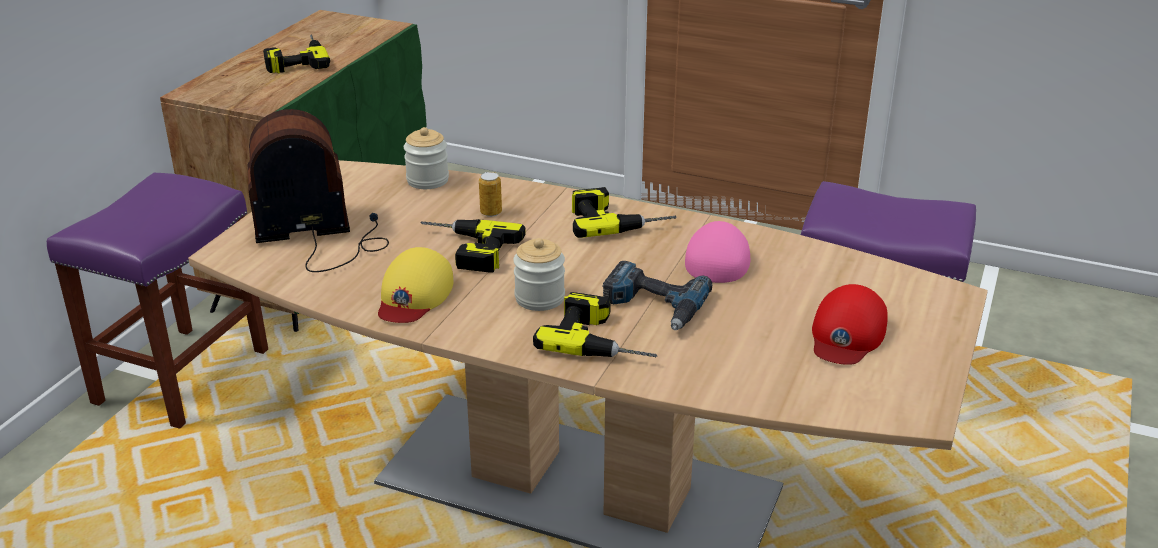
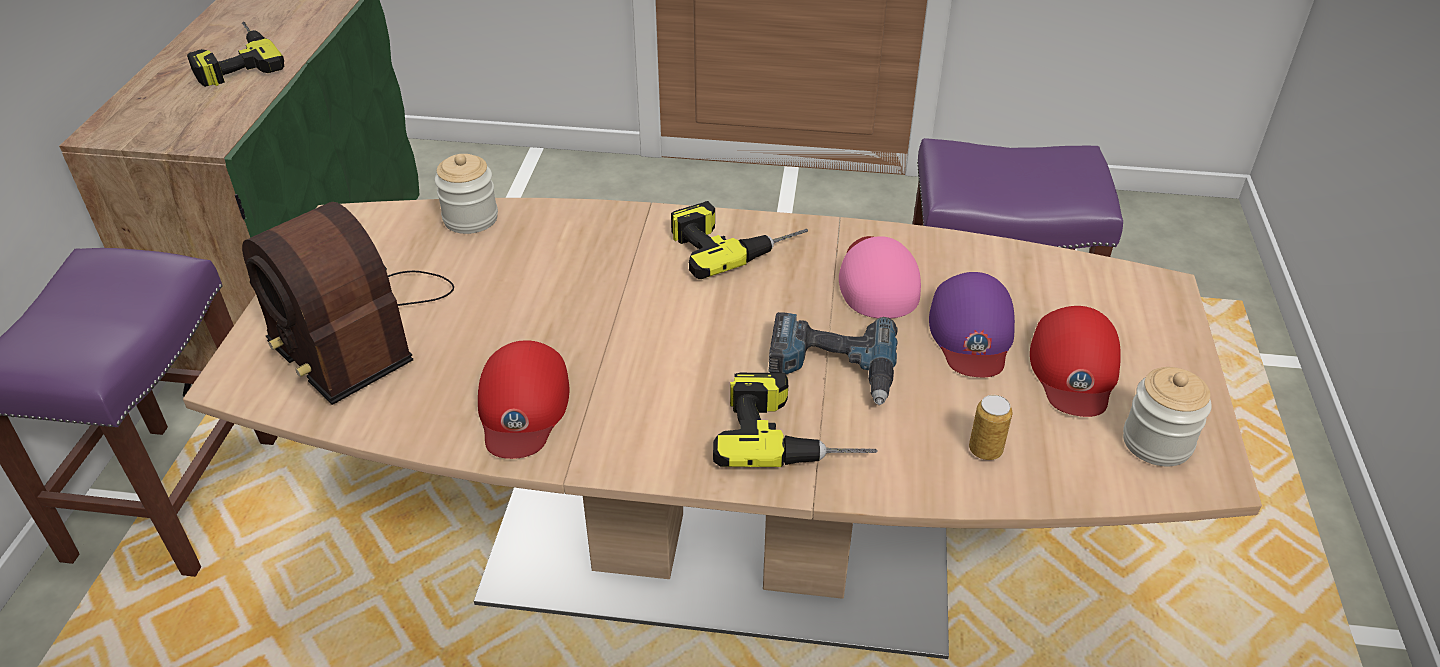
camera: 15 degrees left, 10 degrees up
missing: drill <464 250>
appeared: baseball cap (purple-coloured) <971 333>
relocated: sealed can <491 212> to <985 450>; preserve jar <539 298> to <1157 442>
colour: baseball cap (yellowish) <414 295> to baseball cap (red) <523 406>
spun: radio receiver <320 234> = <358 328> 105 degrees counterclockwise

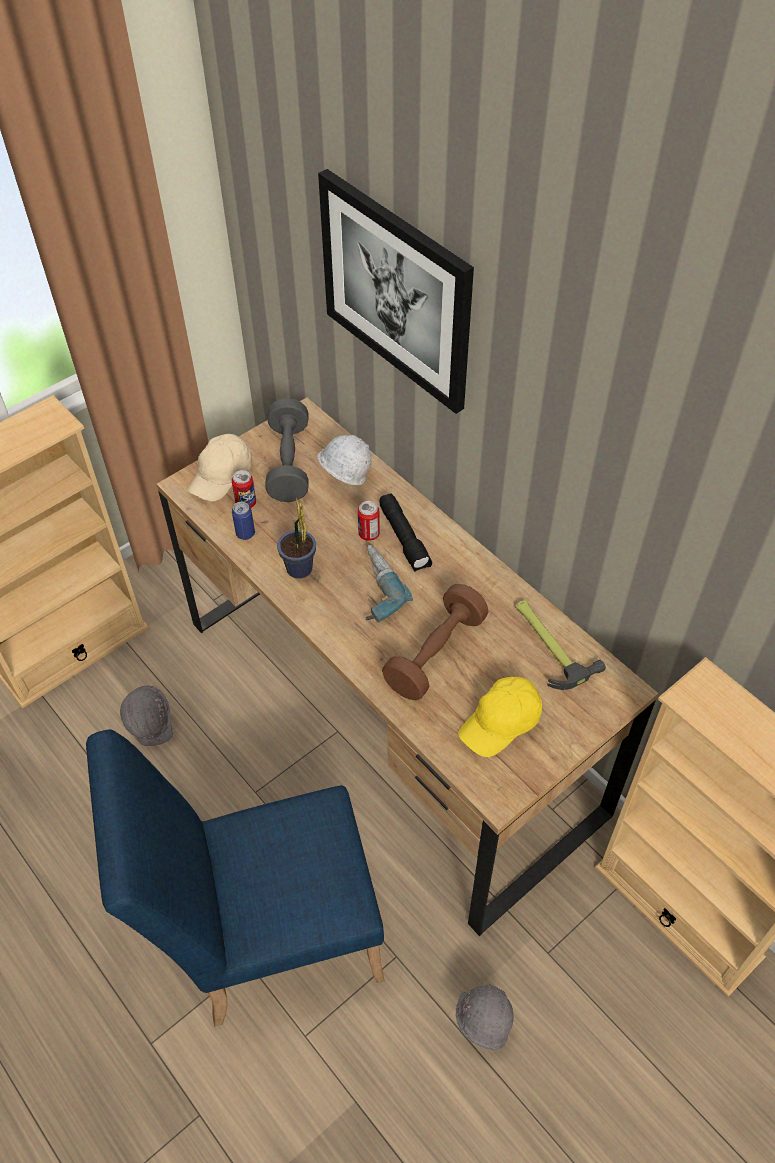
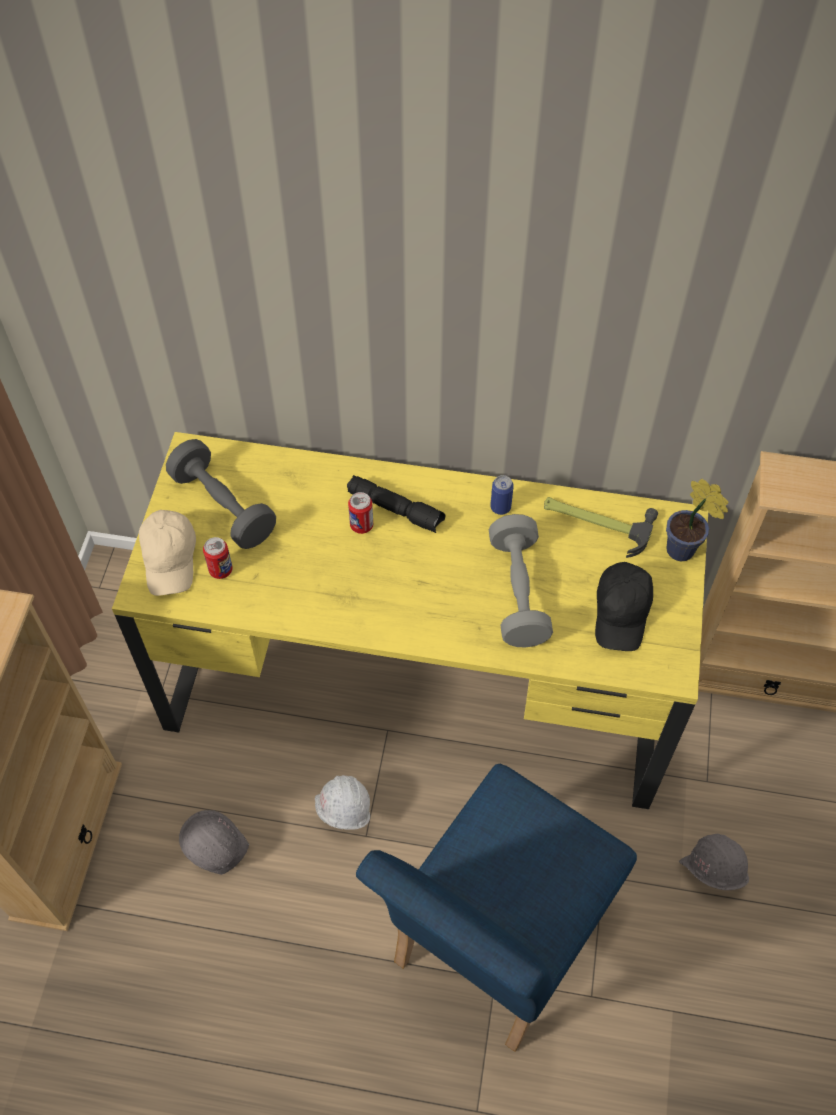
camera: 40 degrees left, 5 degrees up
missing: picture <396 290>; drill <373 589>
relocated: hard hat (white-coloured) <344 483> to <342 816>; houseplant <300 571> to <683 552>; sealed can <245 533> to <500 507>
colour: desk table (brownish) <389 714> to desk table (yellowish) <418 684>; free weight (brownish) <435 654> to free weight (grey) <518 592>; baseball cap (yellowish) <501 723> to baseball cap (black) <621 613>

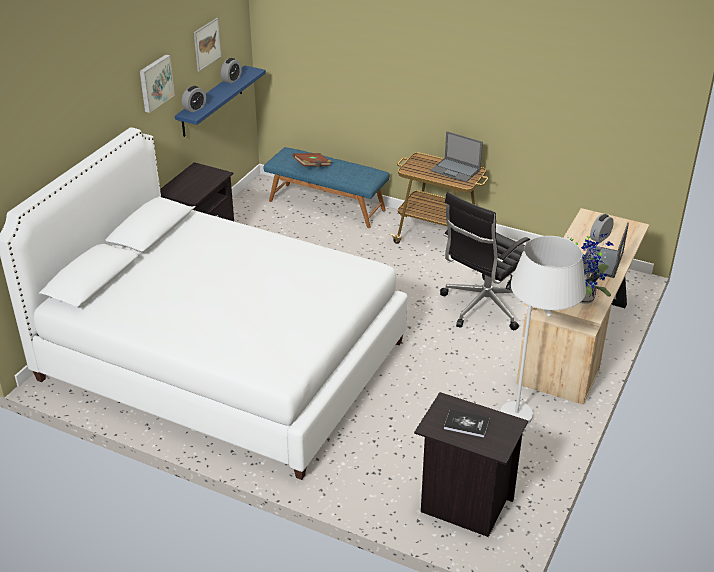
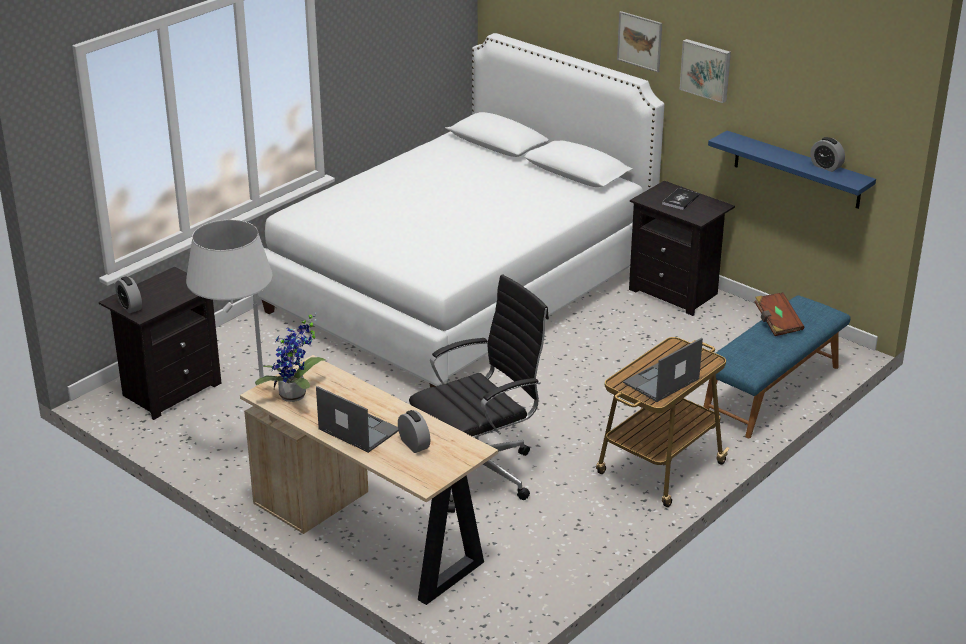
camera: 105 degrees right, 5 degrees down
relocated: picture <207 44> to <640 41>; bedside clock <194 108> to <130 307>; bound book <466 424> to <680 200>
spun: computer chair (black) <483 307> = <478 473> 90 degrees clockwise

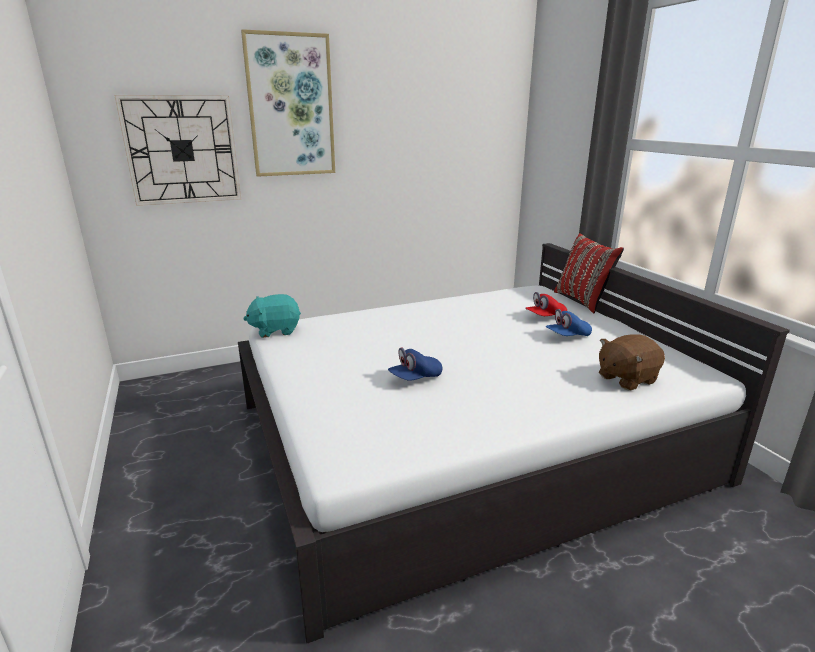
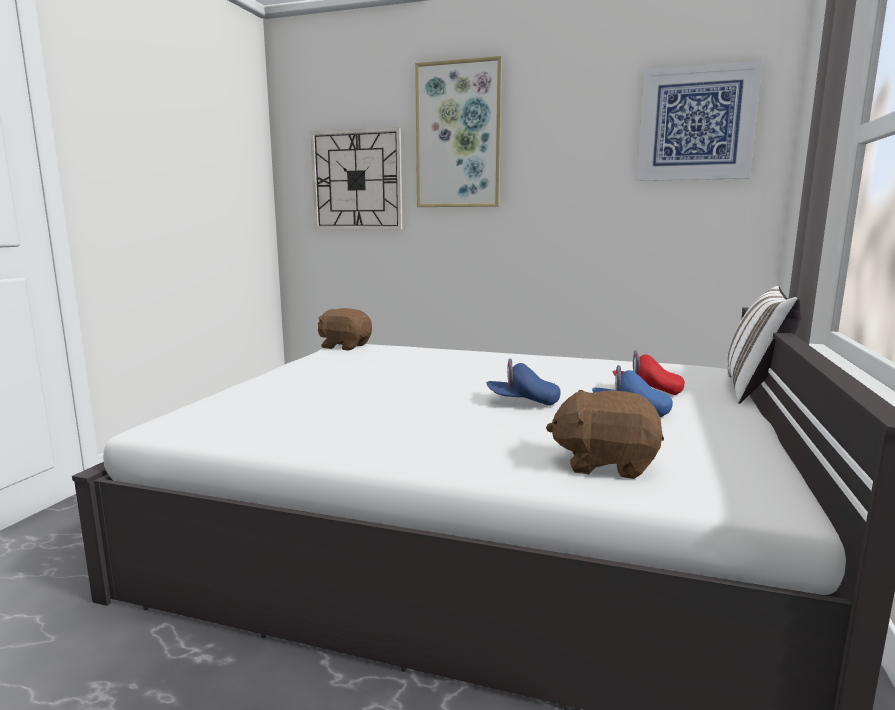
camera: 40 degrees right, 10 degrees down
appeared: picture <696 124>
relocated: baseball cap (blue-coloured) <415 378> to <522 402>
colour: cushion (red) <583 300> to cushion (white-coloured) <755 391>; plush toy (turquoise-coloured) <275 330> to plush toy (brownish) <345 346>

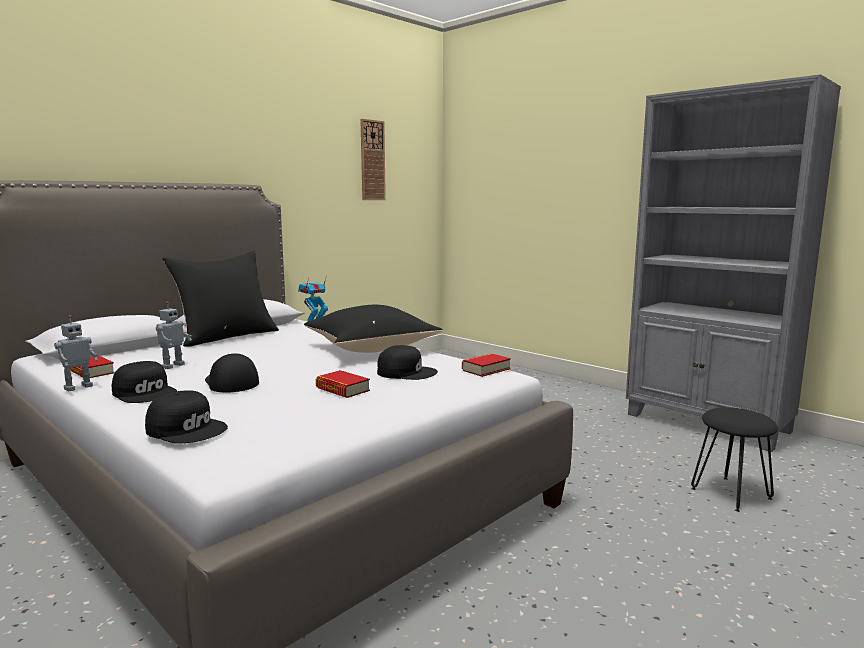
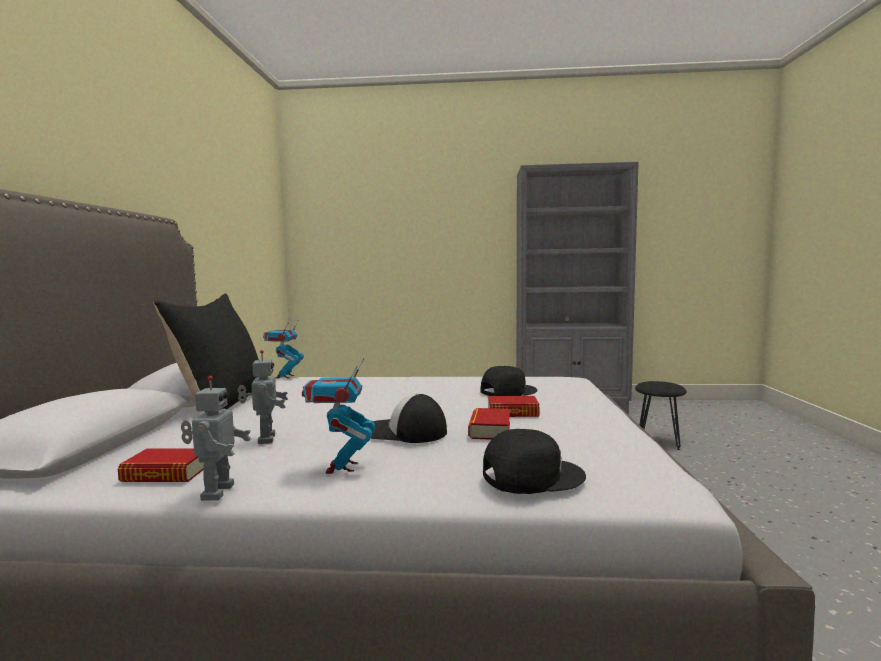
camera: 40 degrees left, 5 degrees down
missing: clock on the wall <372 160>; cushion (black) <372 349>
relocated: bound book <486 369> to <490 430>
exchanged: baseball cap (black) <145 392> to model robot <341 467>

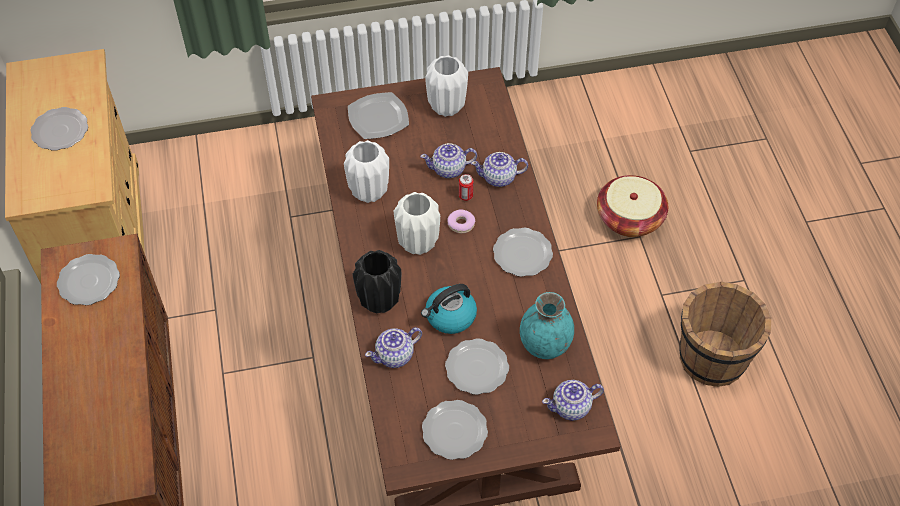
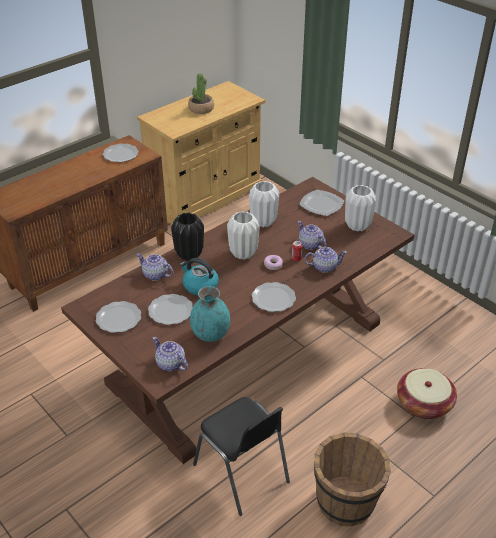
camera: 60 degrees right, 15 degrees down
appeared: chair (black) <242 474>
exchanged: flat dish <59 130> to houseplant <201 109>
spun: pot for tea <499 178> = <324 267> 120 degrees clockwise

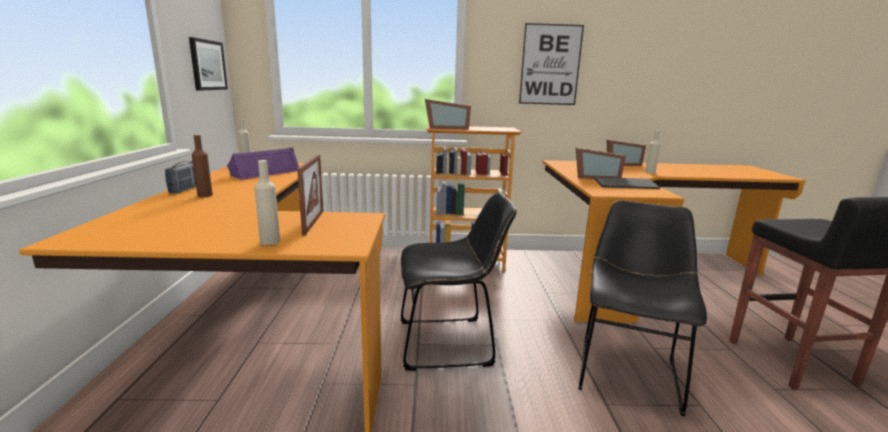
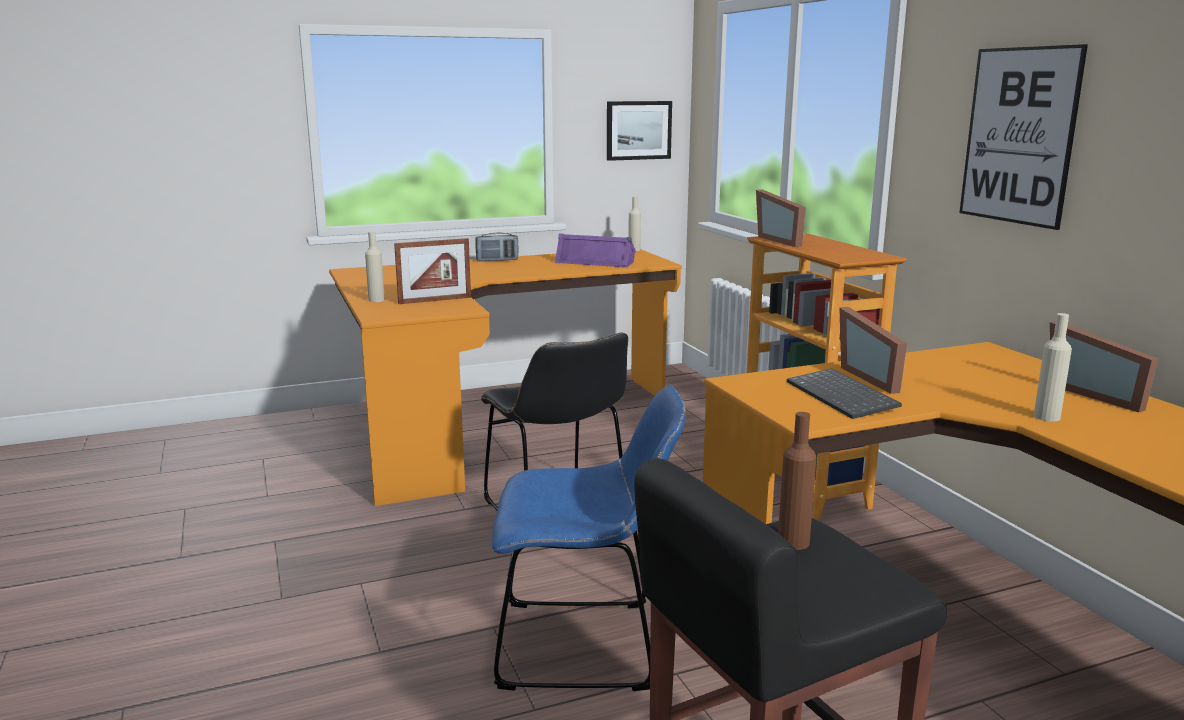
camera: 70 degrees right, 0 degrees up
relocated: beverage bottle (brownish) <205 195> to <793 542>
colour: chair (black) <628 370> to chair (blue-coloured) <587 645>

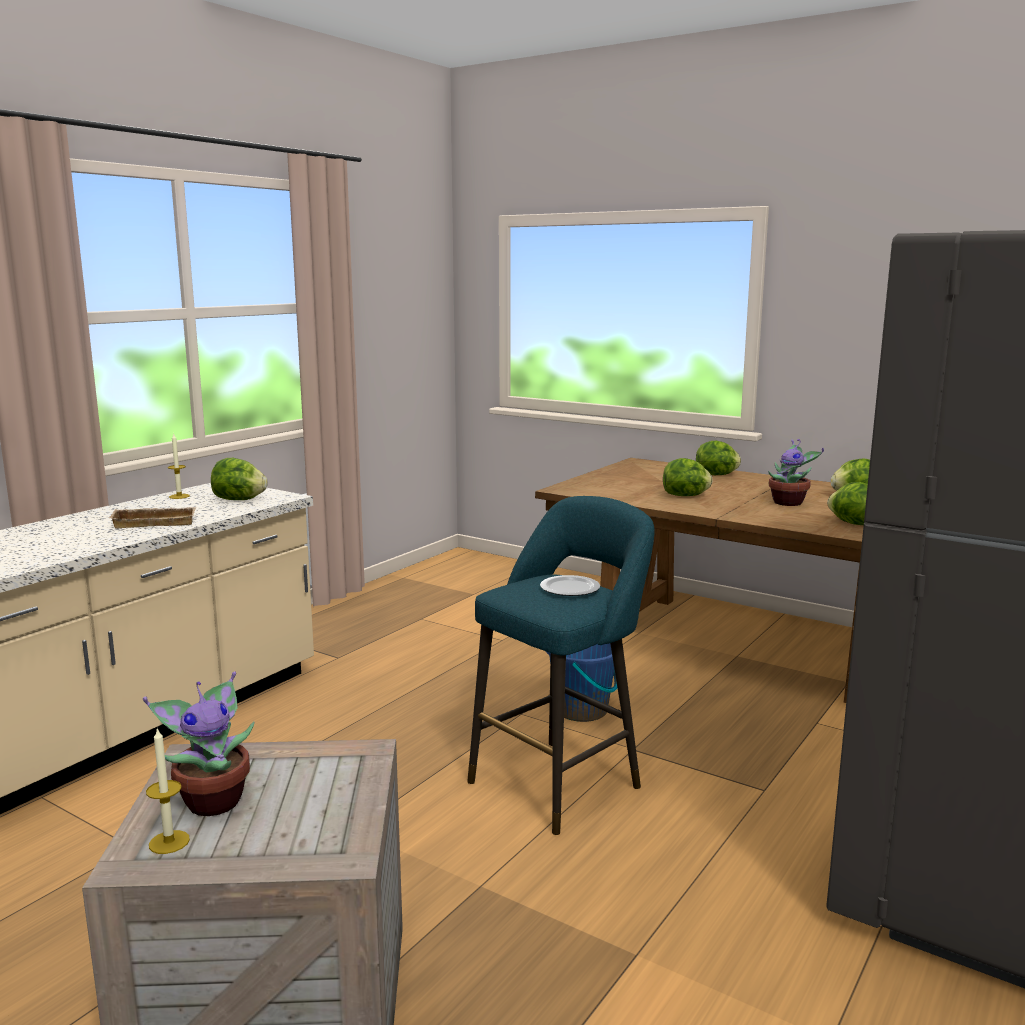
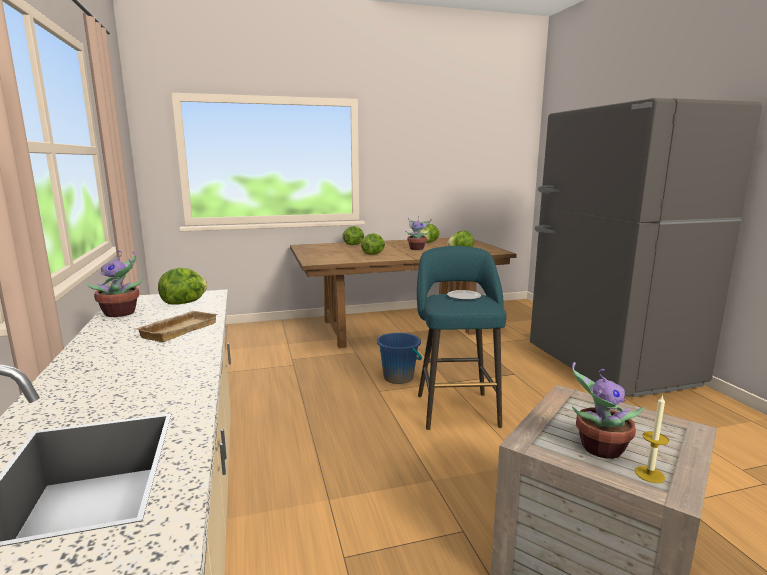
camera: 50 degrees left, 0 degrees up
exchanged: wax candle <179 496> to houseplant <122 313>

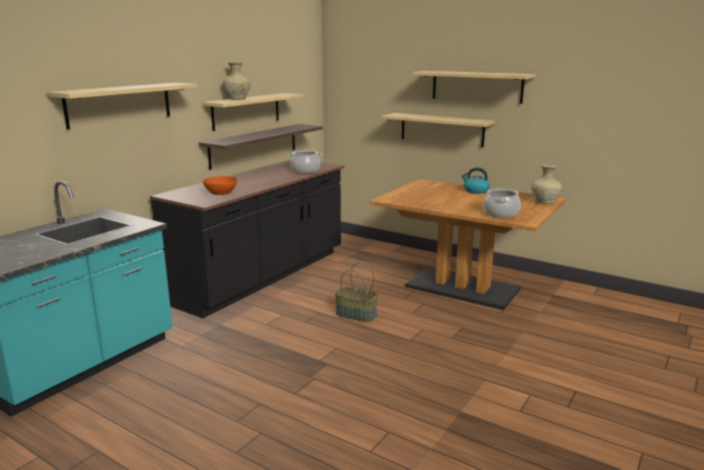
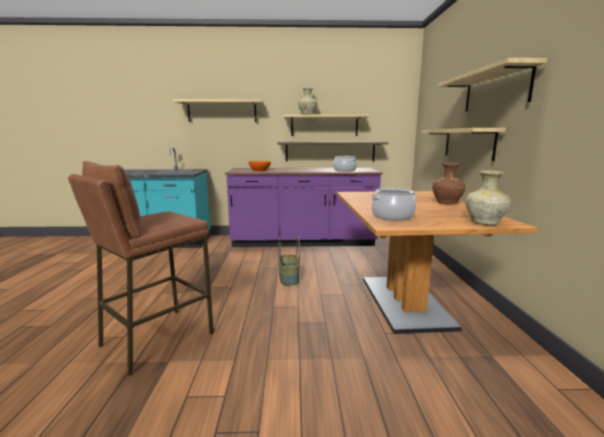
camera: 55 degrees right, 5 degrees down
appeared: stool (brownish) <156 339>
exchanged: kettle <475 191> to decorative vase (brownish) <446 203>
colour: counter (black) <262 277> to counter (purple-coloured) <303 242>

